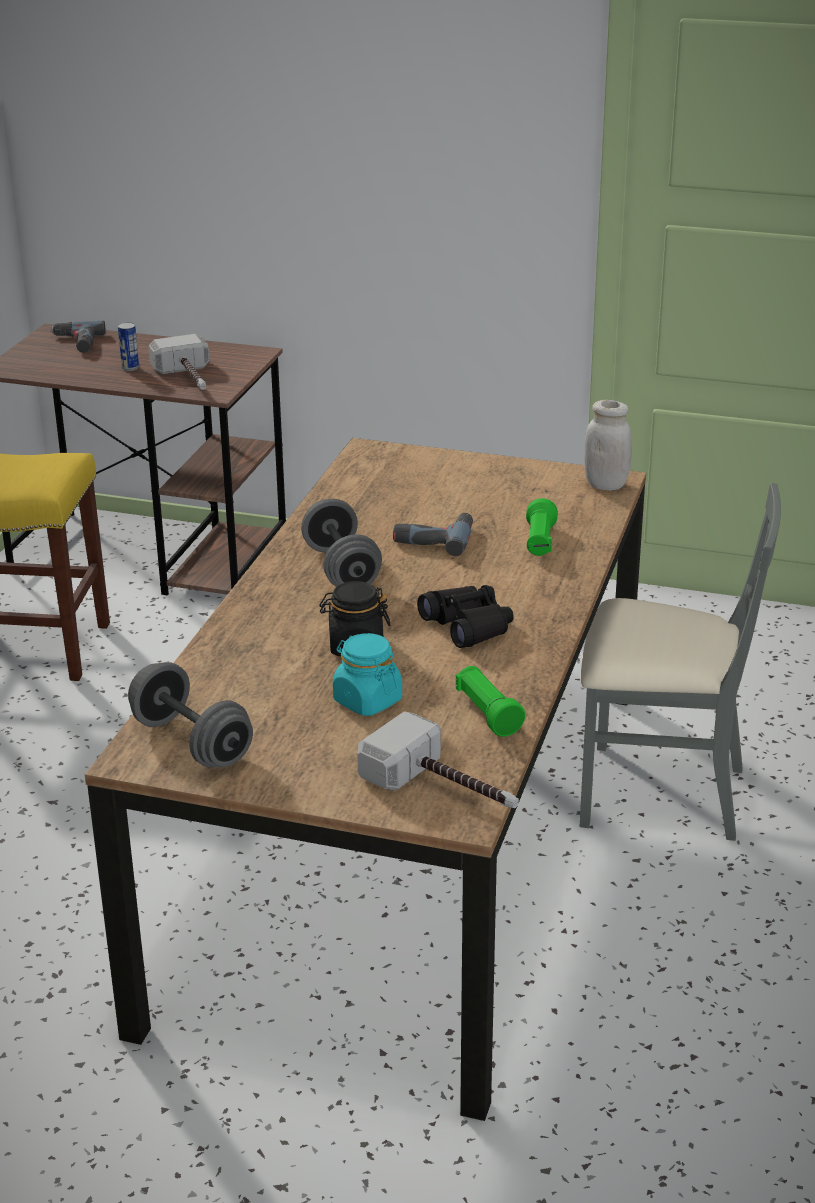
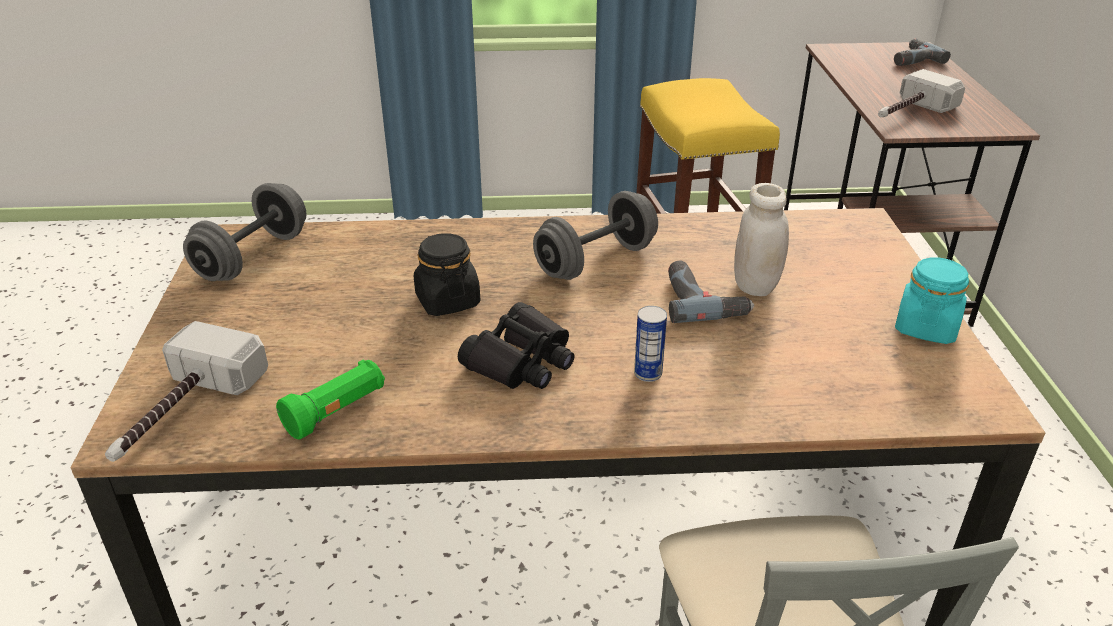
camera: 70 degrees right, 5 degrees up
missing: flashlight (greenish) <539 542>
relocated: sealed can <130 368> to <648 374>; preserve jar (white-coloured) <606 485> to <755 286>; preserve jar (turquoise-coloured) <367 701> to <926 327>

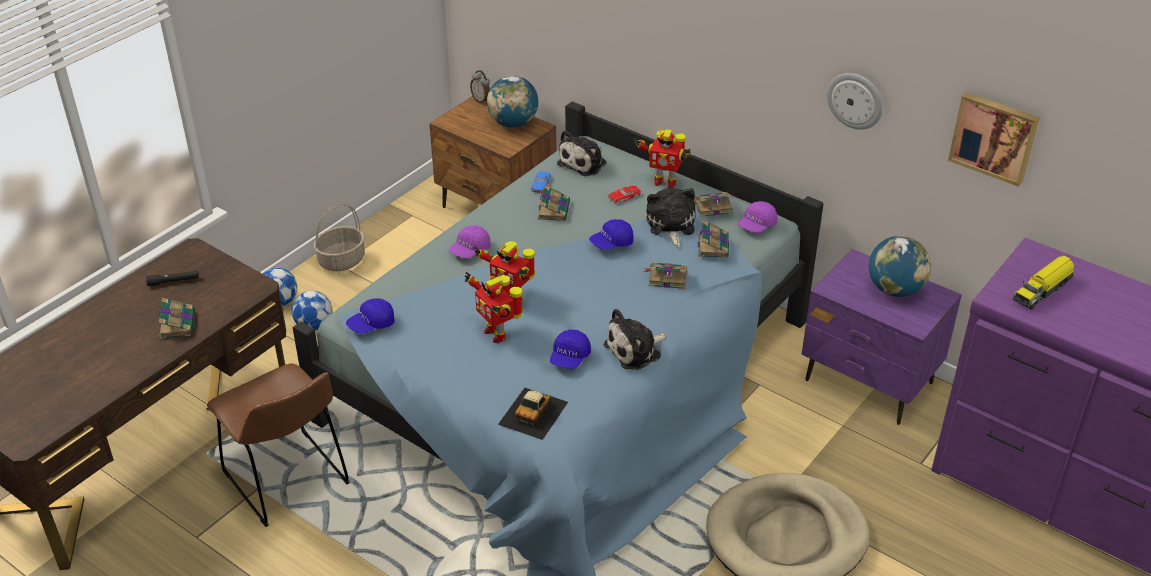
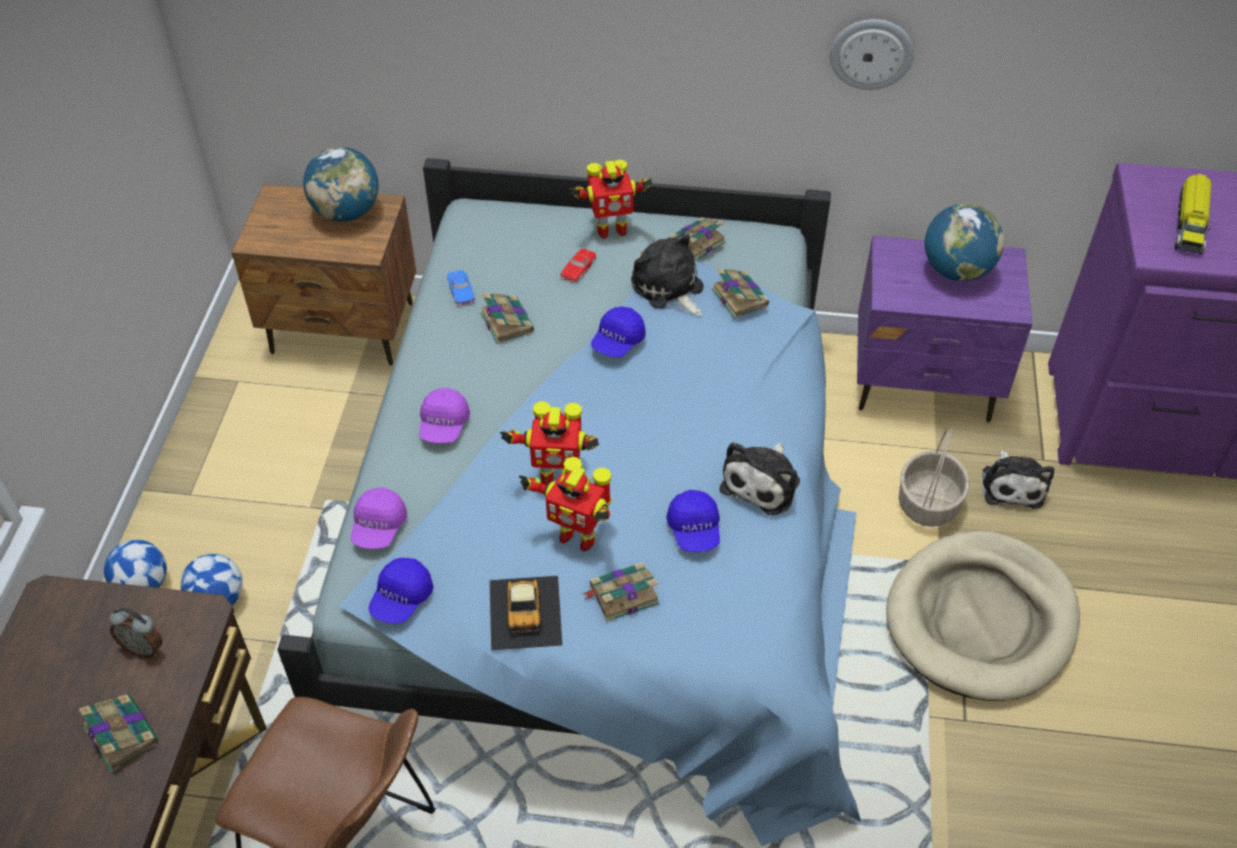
camera: 30 degrees left, 10 degrees up
missing: picture <994 137>; flashlight (black) <173 281>
relocated: bedside clock <481 100> to <144 647>; plush toy <584 163> to <1012 485>; baseball cap (purple-coloured) <756 225> to <379 527>; basket <342 260> to <927 502>; bound book <666 278> to <622 595>; model car <534 413> to <525 611>

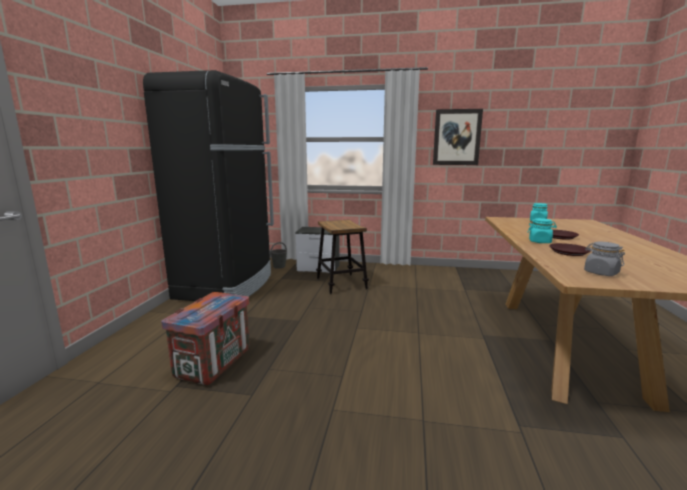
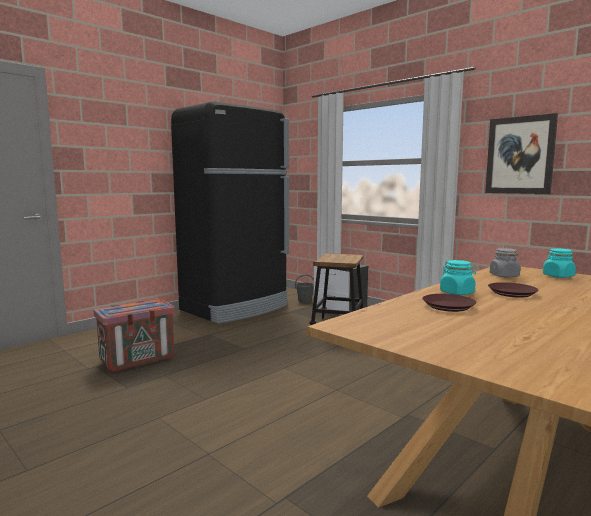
camera: 35 degrees right, 5 degrees down
relocated: preserve jar (grey) <601 273> to <504 276>

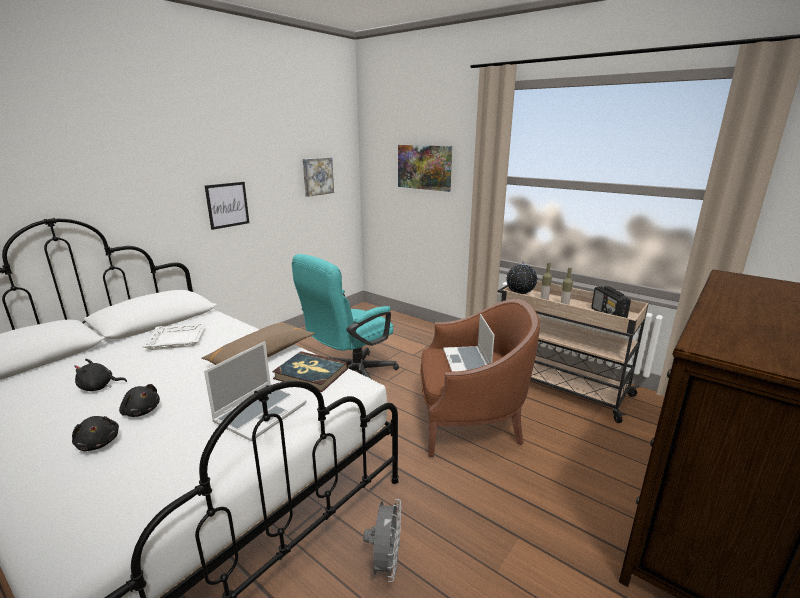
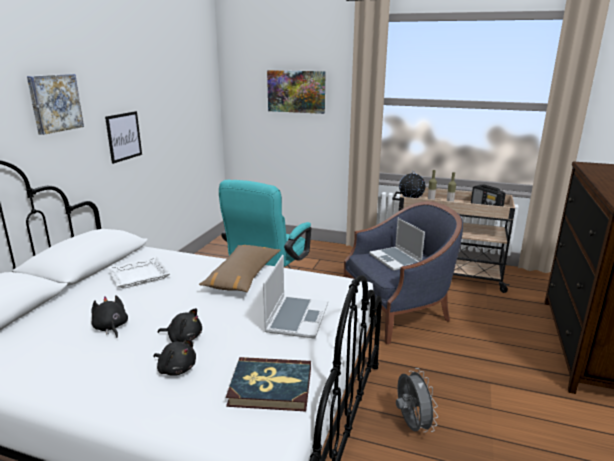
camera: 20 degrees left, 0 degrees up
relocated: picture <317 176> to <54 103>; bound book <311 374> to <270 387>
colour: armchair (brownish) <469 420> to armchair (blue-coloured) <397 311>
spun: plush toy (black) <99 387> = <111 327> 90 degrees clockwise

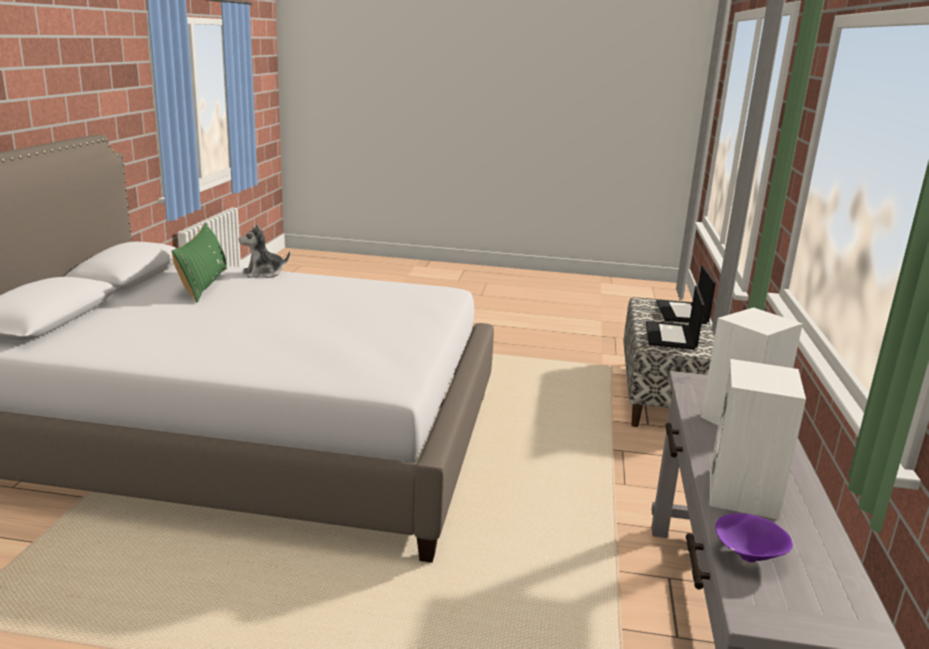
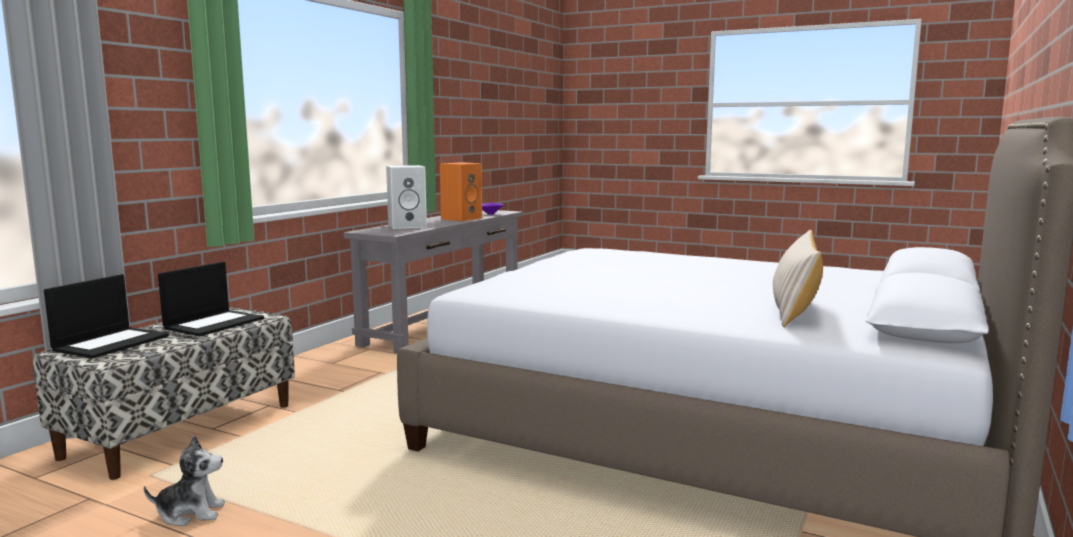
camera: 160 degrees left, 10 degrees down
relocated: plush toy <264 273> to <191 513>
colour: cushion (greenish) <204 284> to cushion (sand-coloured) <794 308>; speaker (white-coloured) <744 495> to speaker (orange) <461 218>

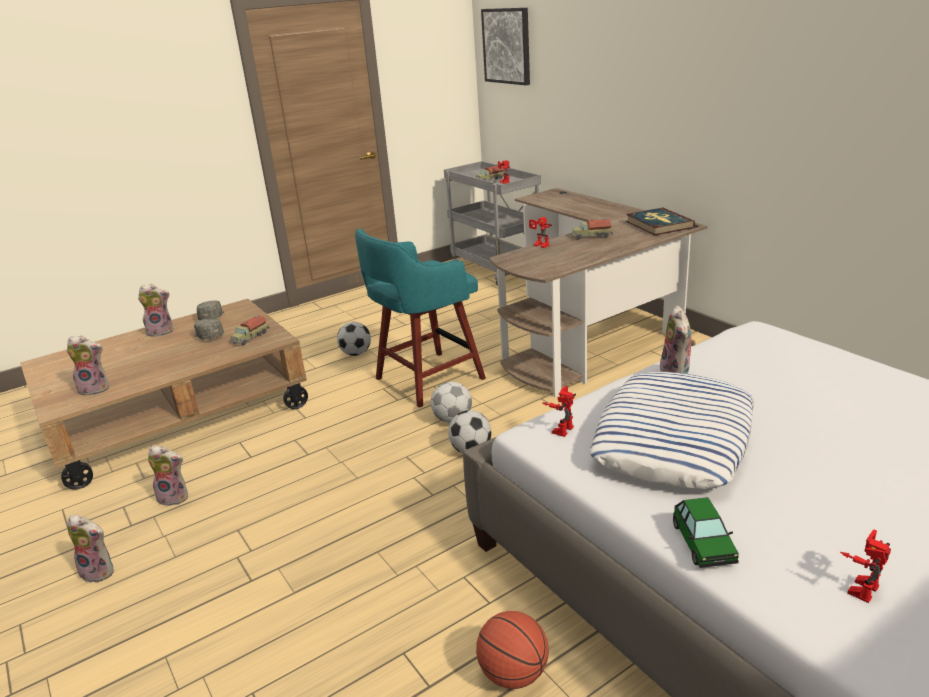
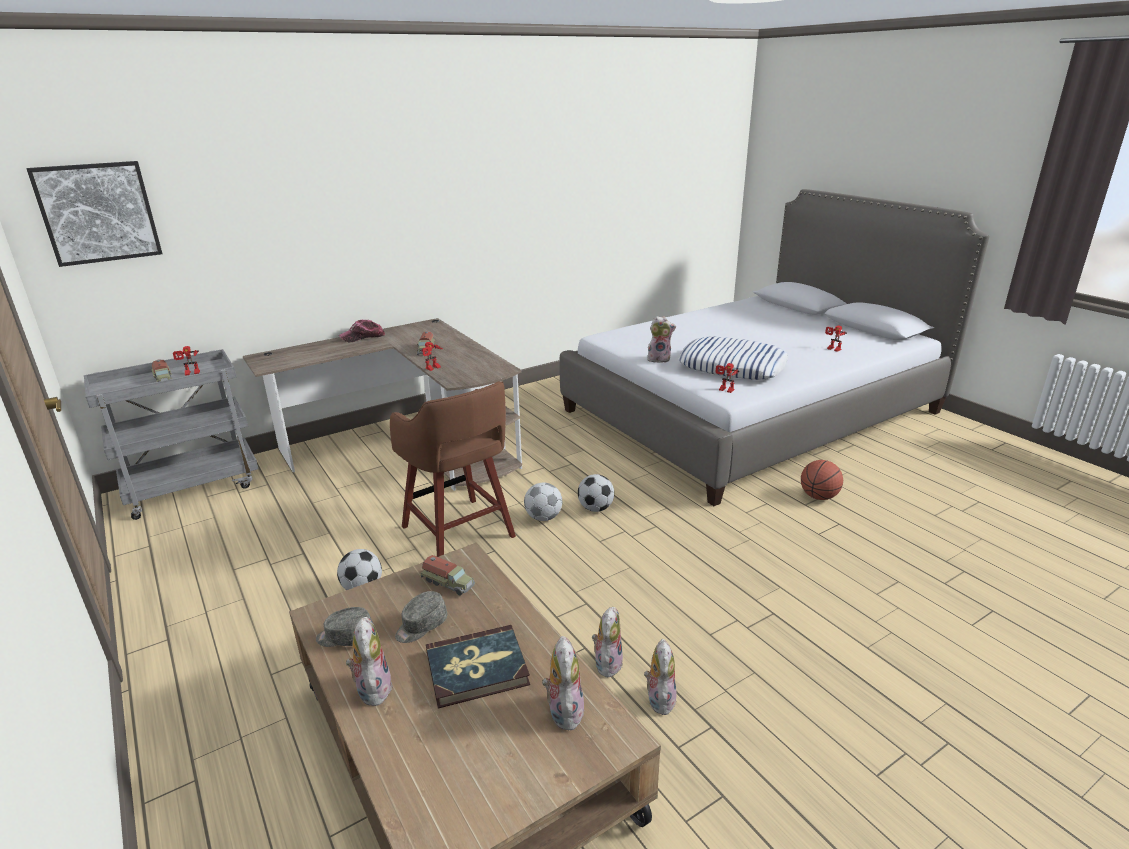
camera: 90 degrees left, 0 degrees up
missing: model car <703 543>
appeared: baseball cap <363 337>
relocated: bound book <658 224> to <477 669>; plush toy <100 571> to <607 663>
colour: stool (turquoise-coloured) <426 380> to stool (brownish) <459 533>

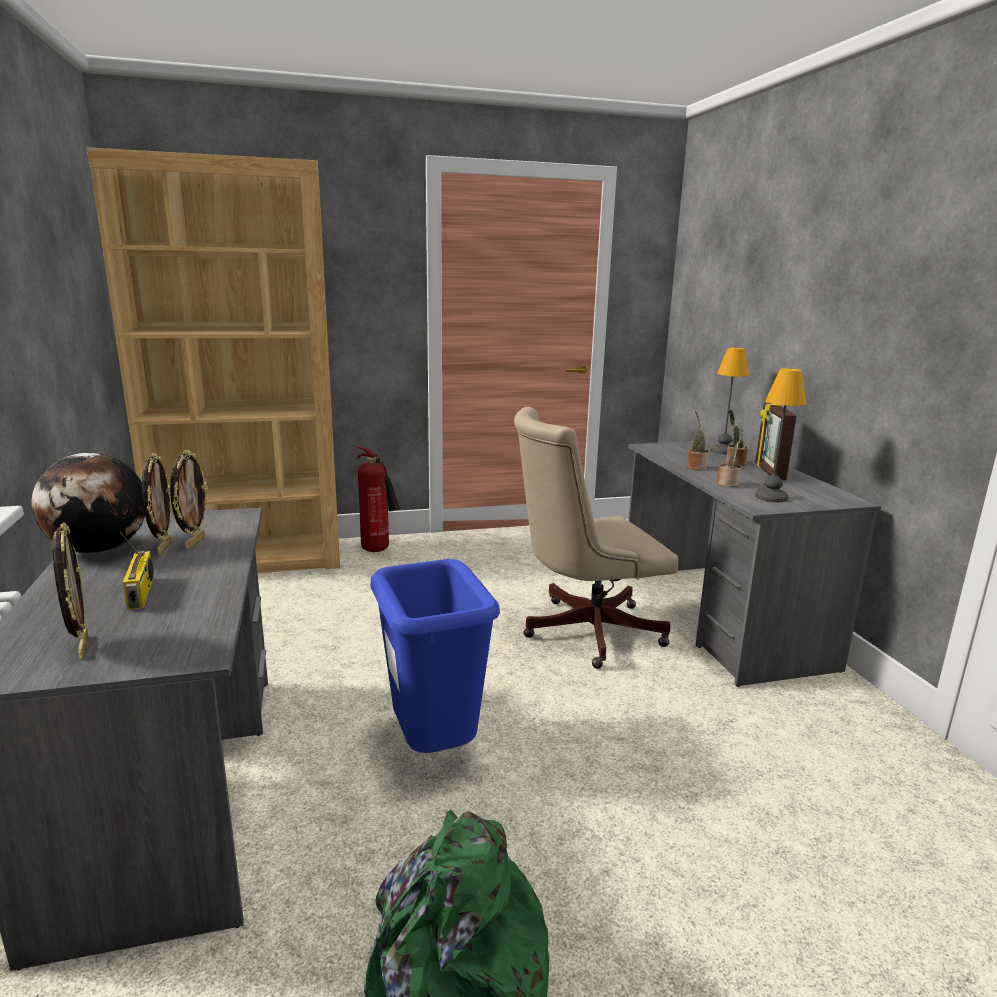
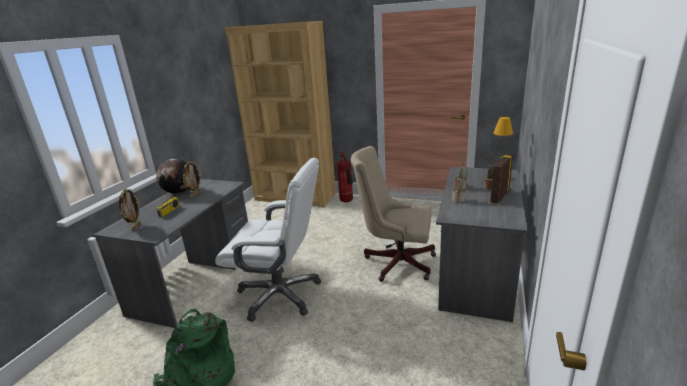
camera: 35 degrees right, 5 degrees up
missing: tabletop lamp <772 497>; picture frame <194 542>
exchanged: trash can (blue-coloured) <434 752> to computer chair (white-coloured) <280 295>

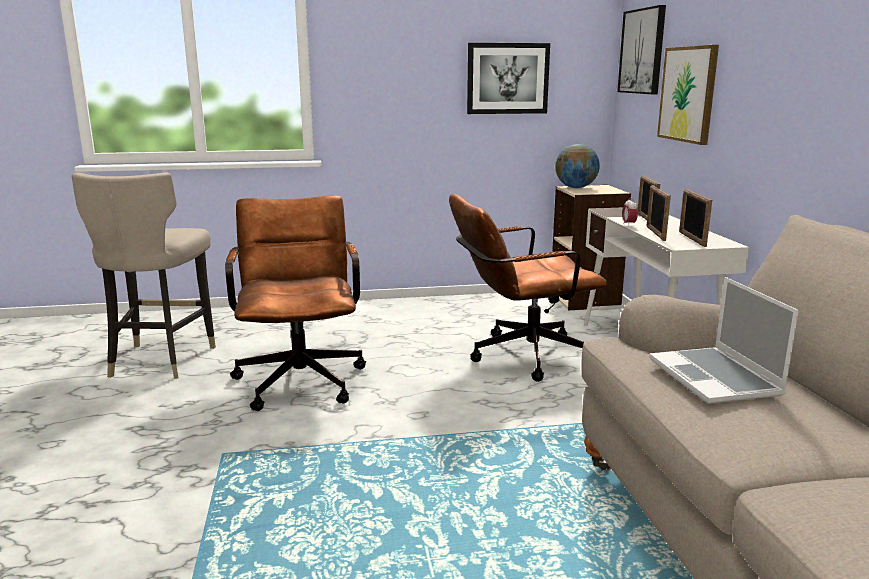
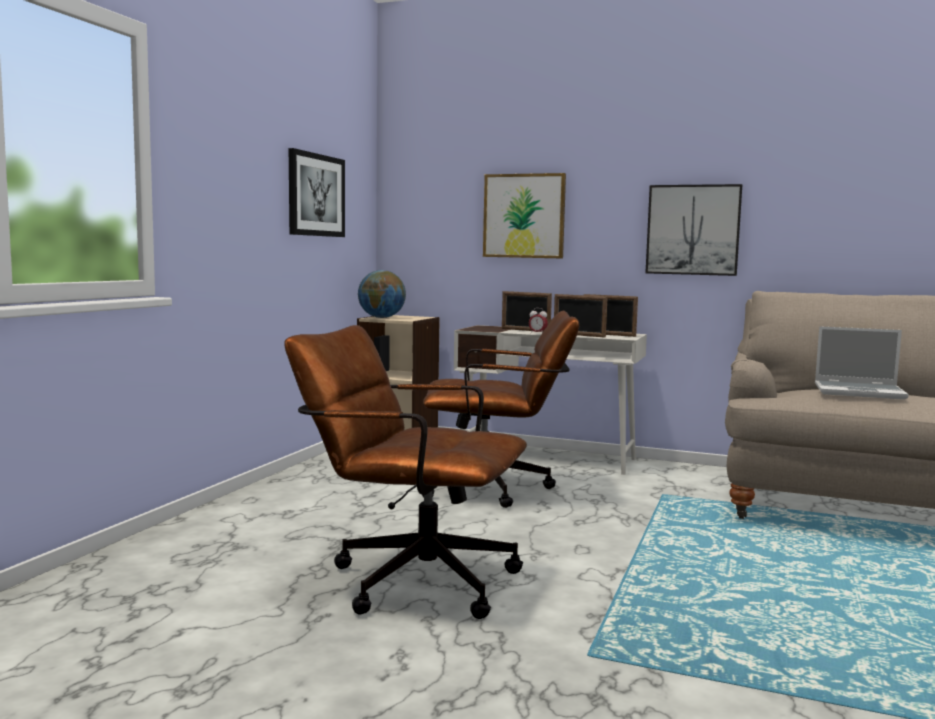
camera: 60 degrees left, 10 degrees down
missing: stool (sand-coloured) <160 360>
relocated: picture <642 51> to <693 230>
spun: computer chair (brownish) <520 356> = <496 488> 105 degrees counterclockwise

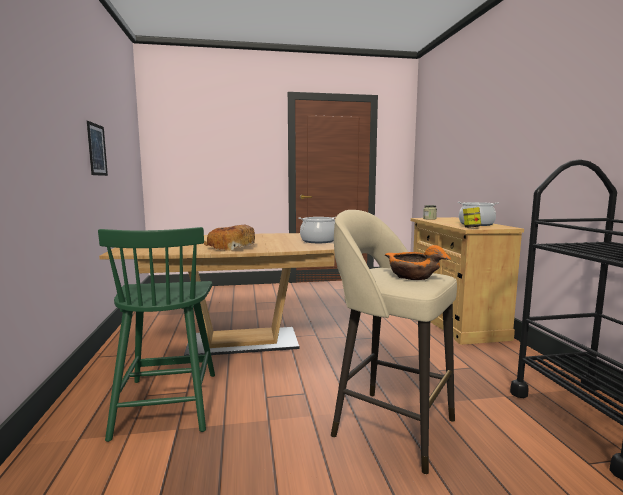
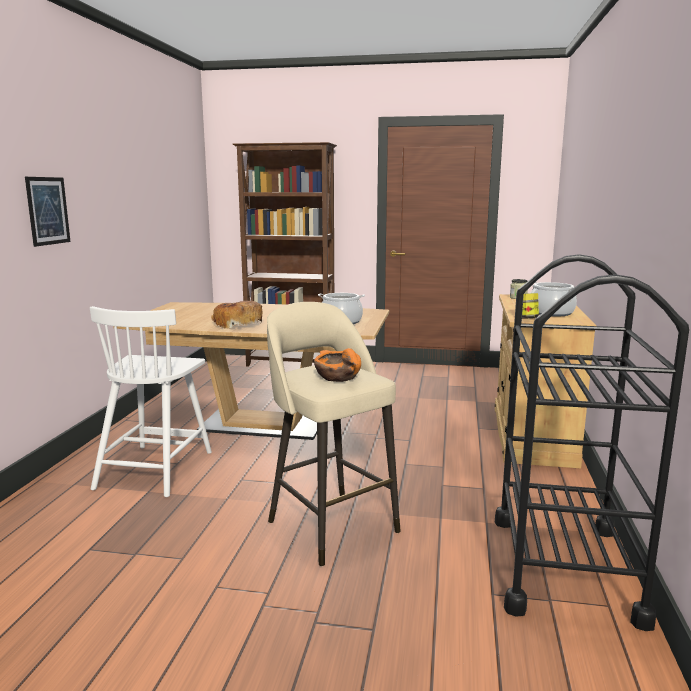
camera: 20 degrees right, 5 degrees up
appeared: bookshelf (brownish) <291 364>
relocated: picture <97 149> to <48 211>
colour: chair (greenish) <167 402> to chair (white-coloured) <155 469>

